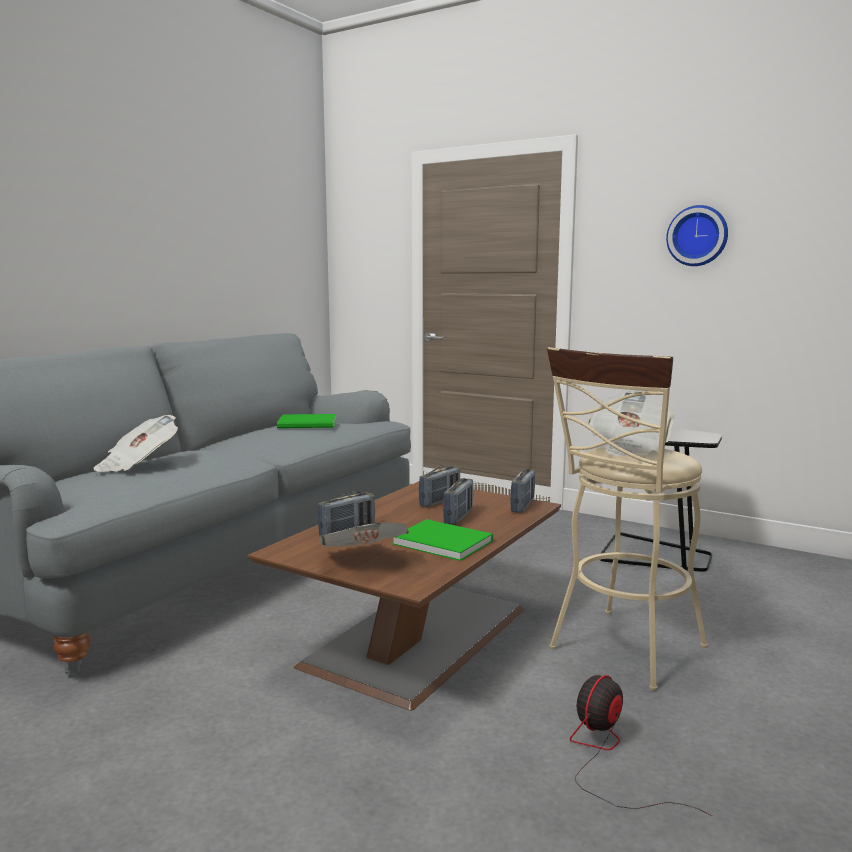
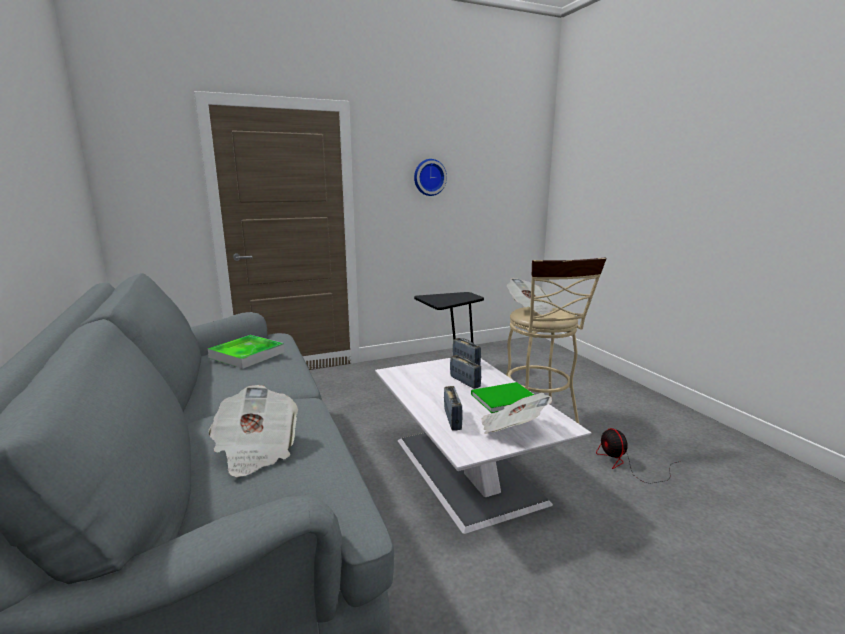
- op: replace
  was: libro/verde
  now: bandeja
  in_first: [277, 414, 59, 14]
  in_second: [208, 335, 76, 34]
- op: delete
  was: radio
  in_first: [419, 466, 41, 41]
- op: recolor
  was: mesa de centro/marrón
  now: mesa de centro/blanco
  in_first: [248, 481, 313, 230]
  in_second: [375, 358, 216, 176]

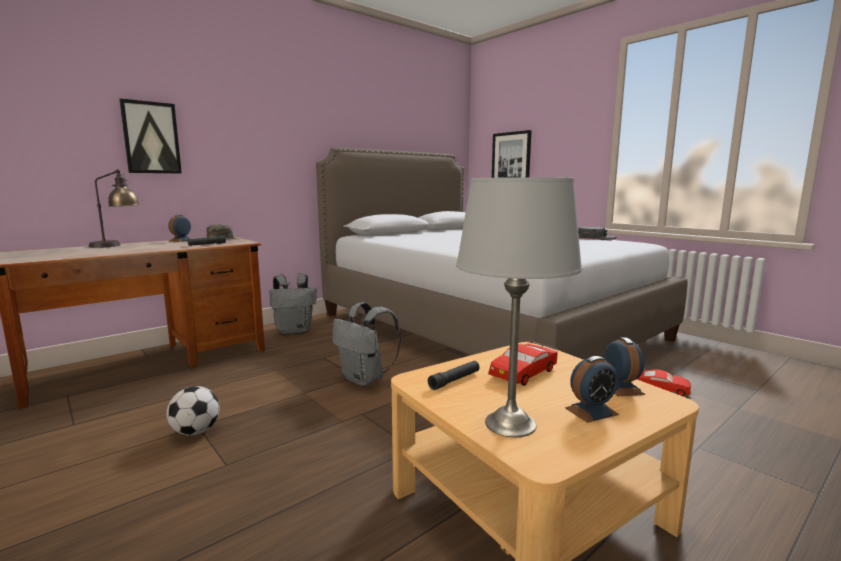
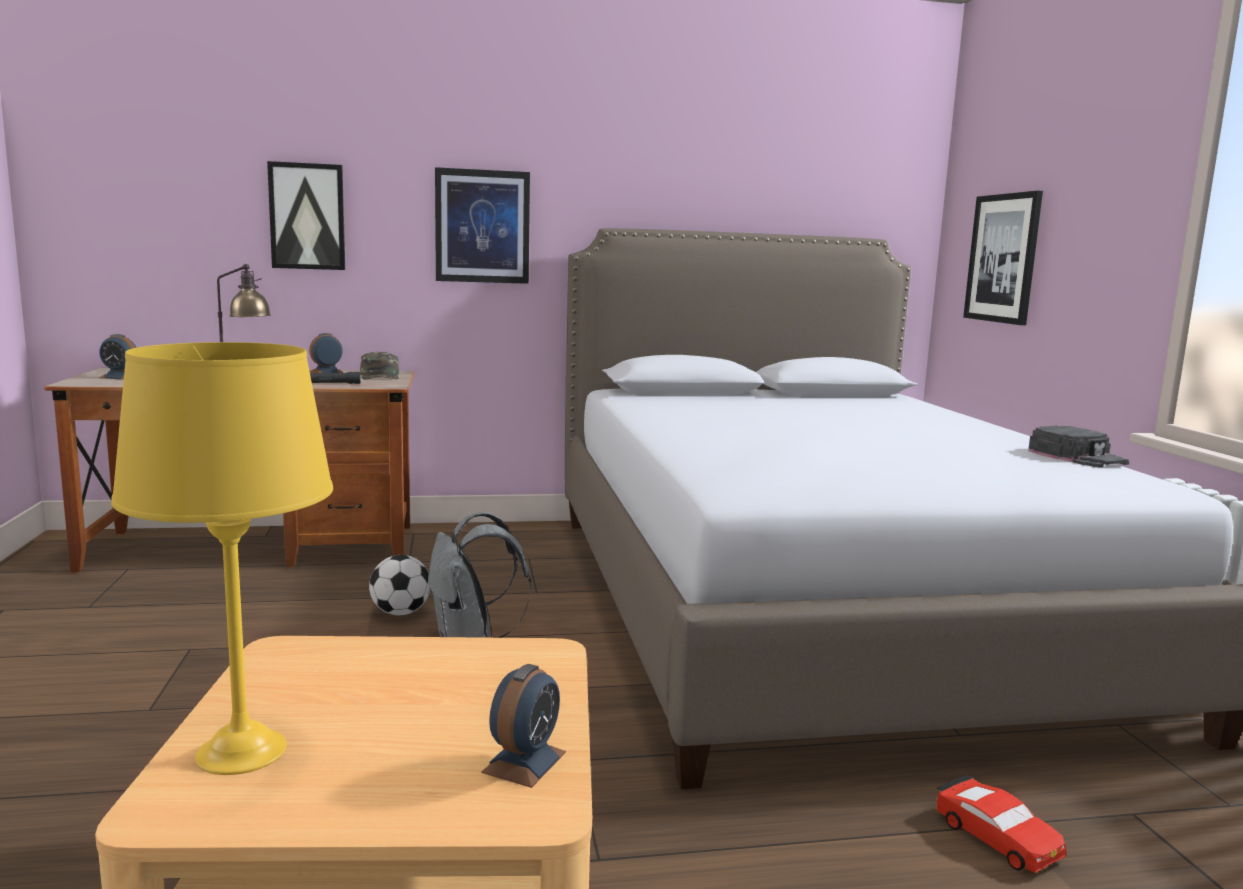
- op: recolor
  was: lámpara de mesa/gris
  now: lámpara de mesa/amarillo
  in_first: [456, 177, 126, 260]
  in_second: [111, 342, 222, 433]
- op: delete
  was: mochila/gris
  in_first: [269, 273, 48, 61]
- op: delete
  was: coche de juguete/rojo
  in_first: [488, 342, 70, 44]
- op: move
  was: despertador
  in_first: [565, 356, 54, 67]
  in_second: [99, 334, 37, 46]
- op: delete
  was: linterna/negro
  in_first: [428, 361, 52, 29]
- op: move
  was: balón de fútbol
  in_first: [167, 386, 52, 49]
  in_second: [369, 555, 61, 60]
- op: insert
  now: cuadro
  in_second: [435, 167, 95, 117]

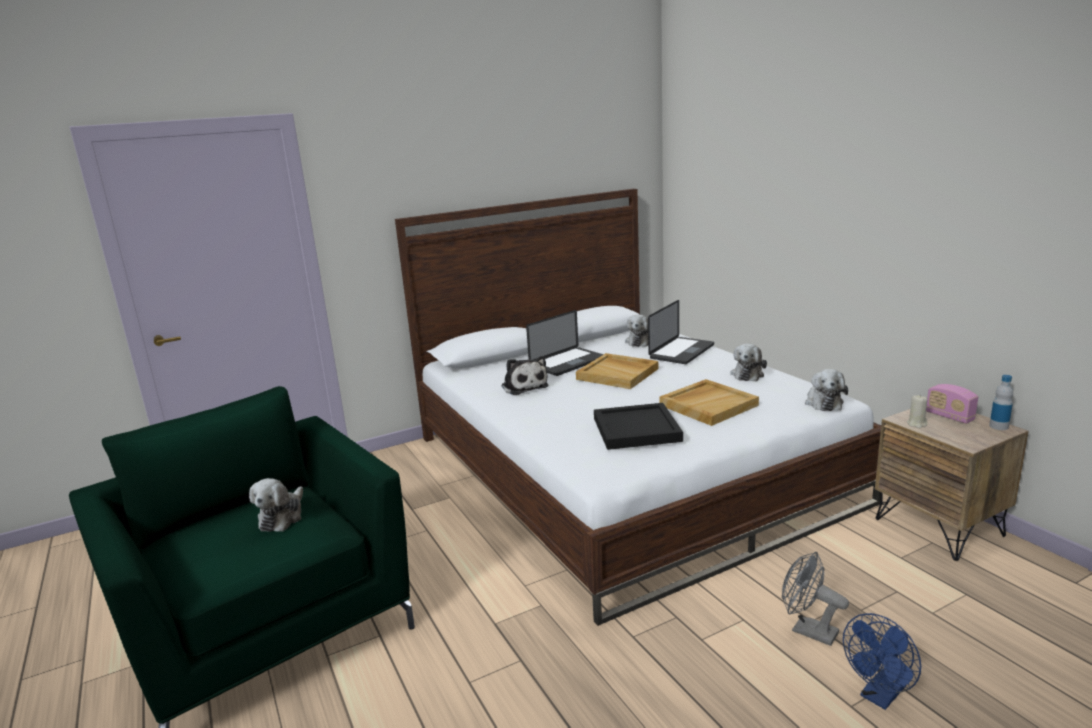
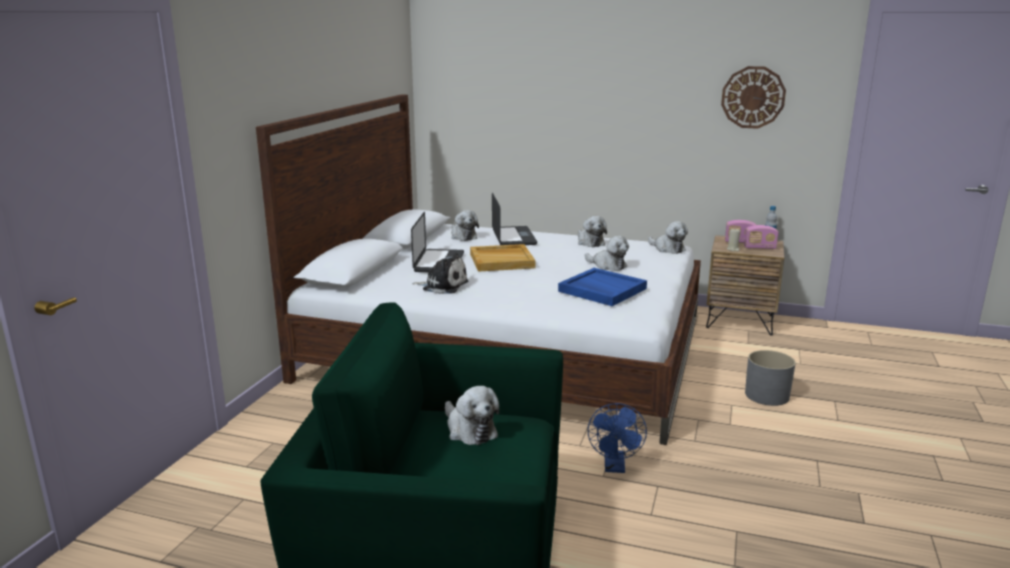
- op: replace
  was: bandeja/beis
  now: peluche
  in_first: [660, 379, 99, 47]
  in_second: [585, 236, 44, 35]
- op: recolor
  was: bandeja/negro
  now: bandeja/azul
  in_first: [594, 403, 89, 47]
  in_second: [558, 268, 89, 38]
- op: replace
  was: ventilador/gris
  now: maceta/gris
  in_first: [782, 552, 67, 94]
  in_second: [745, 350, 51, 56]
- op: move
  was: ventilador/azul
  in_first: [843, 613, 78, 97]
  in_second: [588, 403, 59, 70]
- op: insert
  now: reloj de pared
  in_second: [721, 66, 65, 63]
- op: insert
  now: radio
  in_second: [744, 225, 34, 24]

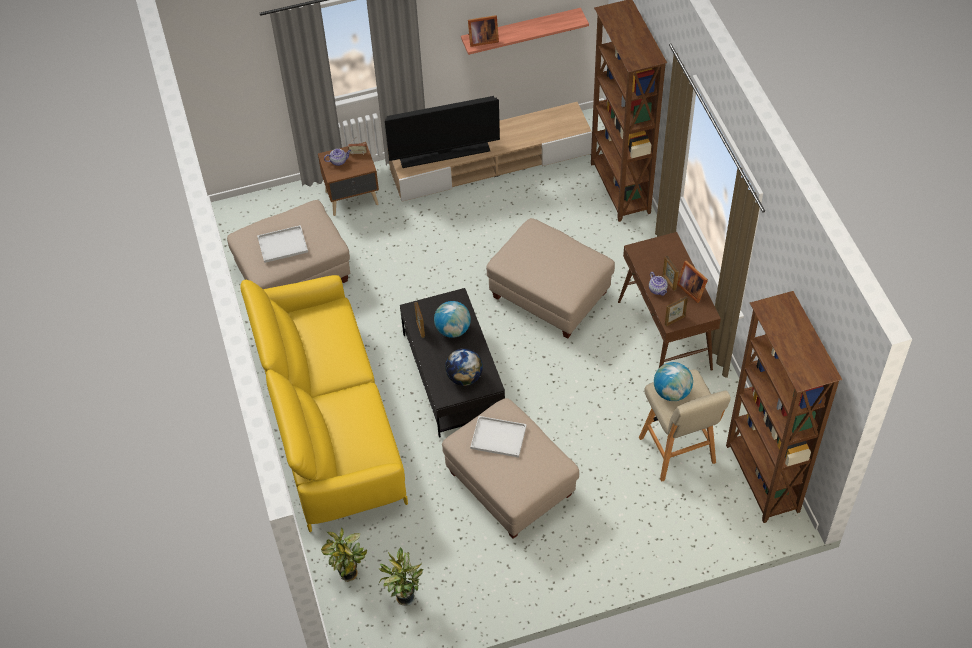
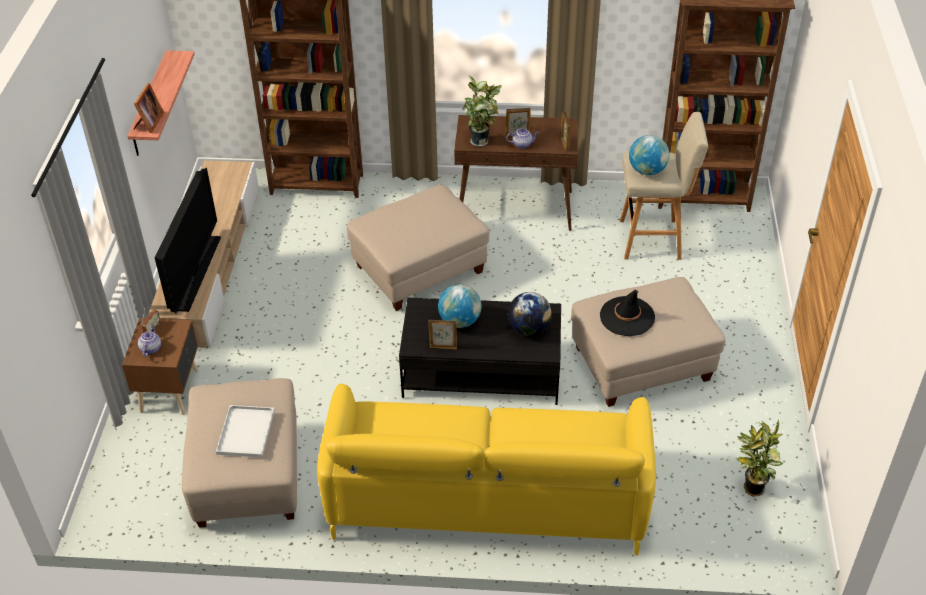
- op: delete
  was: portarretratos
  in_first: [677, 261, 31, 42]
- op: replace
  was: bandeja/blanco
  now: sombrero/negro
  in_first: [470, 416, 57, 42]
  in_second: [600, 290, 55, 46]
- op: move
  was: planta en maceta
  in_first: [321, 527, 46, 55]
  in_second: [463, 76, 39, 71]

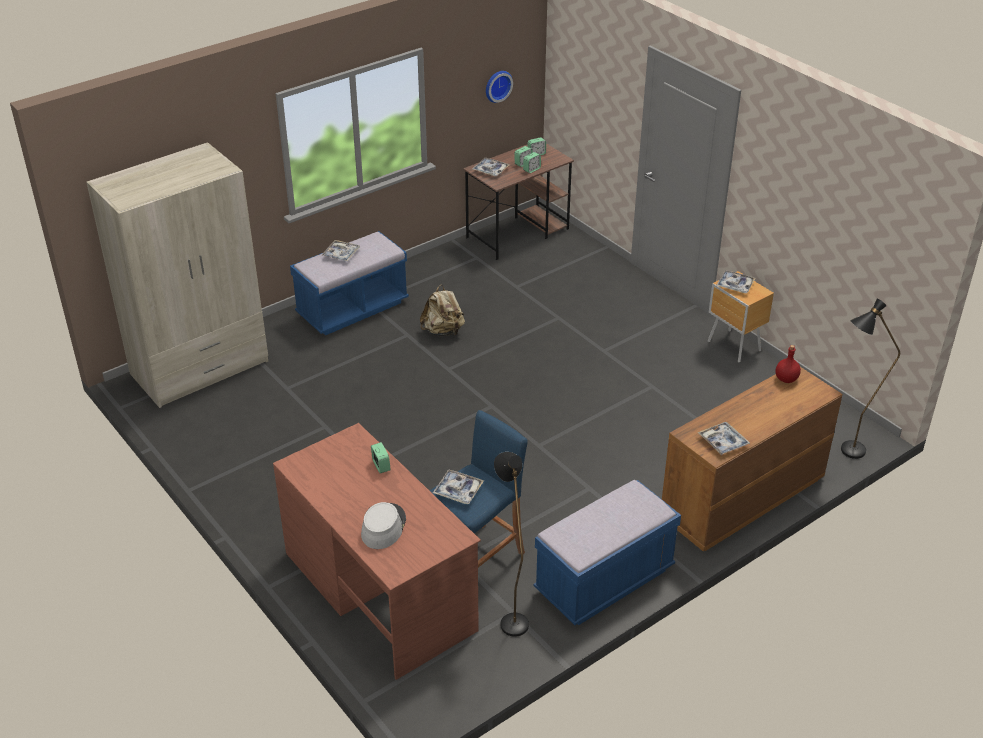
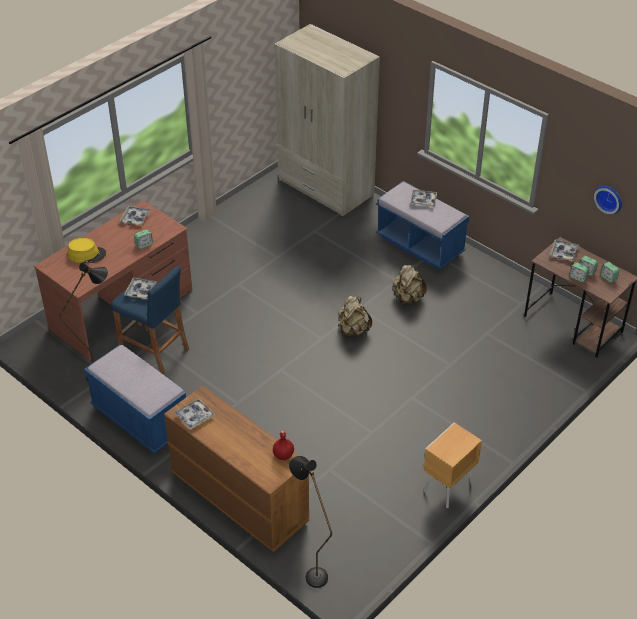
- op: move
  was: bandeja
  in_first: [716, 270, 39, 23]
  in_second: [119, 206, 32, 20]
- op: recolor
  was: sombrero/gris
  now: sombrero/amarillo
  in_first: [361, 502, 45, 47]
  in_second: [68, 238, 38, 25]
- op: insert
  now: mochila/beis
  in_second: [338, 296, 34, 40]

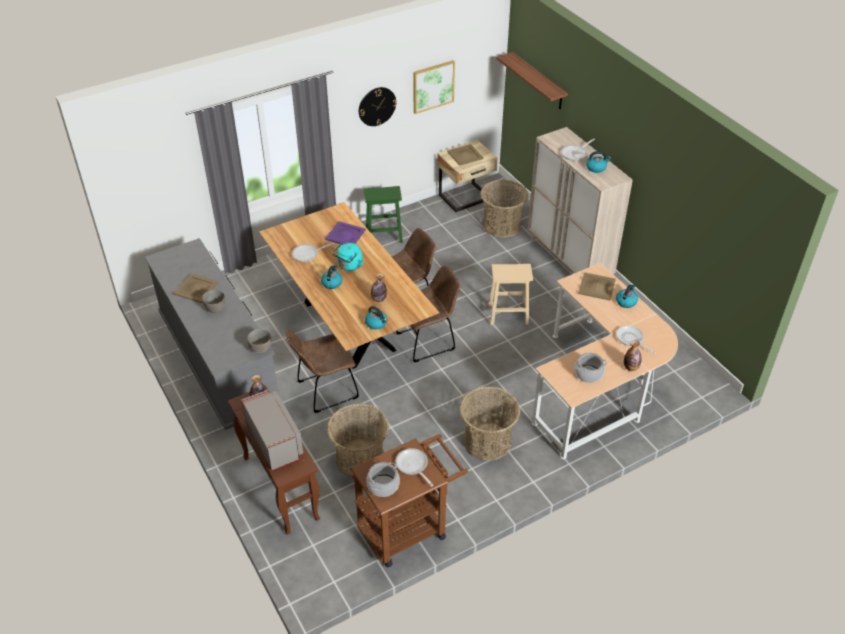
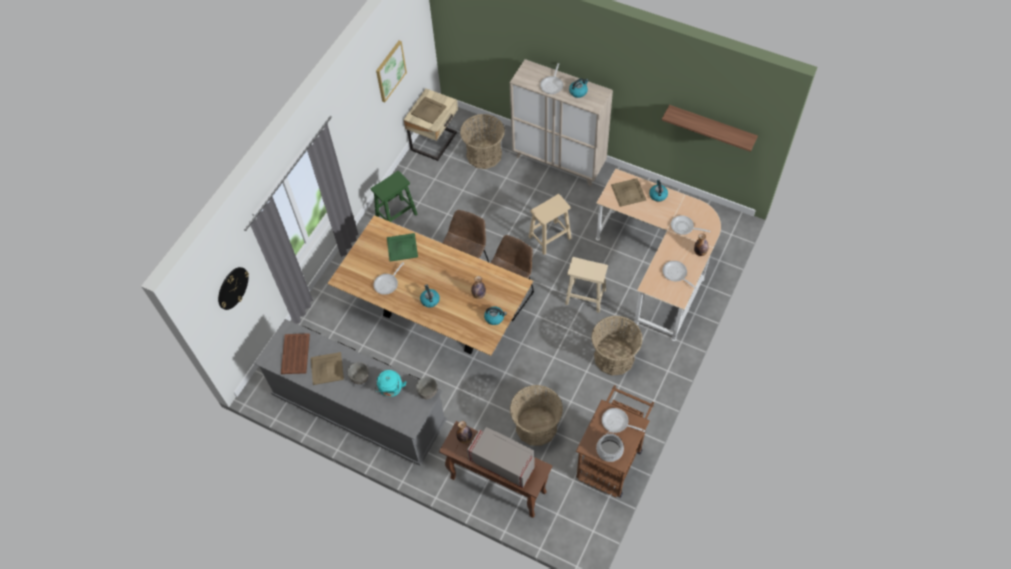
- op: move
  was: estante
  in_first: [497, 52, 71, 57]
  in_second: [662, 105, 96, 47]
- op: move
  was: reloj de pared
  in_first: [359, 87, 38, 39]
  in_second: [218, 267, 31, 43]
- op: recolor
  was: bandeja/morado
  now: bandeja/verde
  in_first: [325, 221, 41, 24]
  in_second: [387, 233, 31, 29]
- op: move
  was: hervidor/turquesa
  in_first: [332, 243, 31, 28]
  in_second: [375, 370, 31, 27]
- op: delete
  was: silla/marrón
  in_first: [286, 329, 73, 84]
- op: replace
  was: olla
  now: sartén
  in_first: [574, 353, 33, 30]
  in_second: [662, 261, 34, 28]
- op: insert
  now: taburete/beis
  in_second: [565, 257, 43, 56]
- op: insert
  now: bandeja/marrón
  in_second: [281, 333, 29, 41]

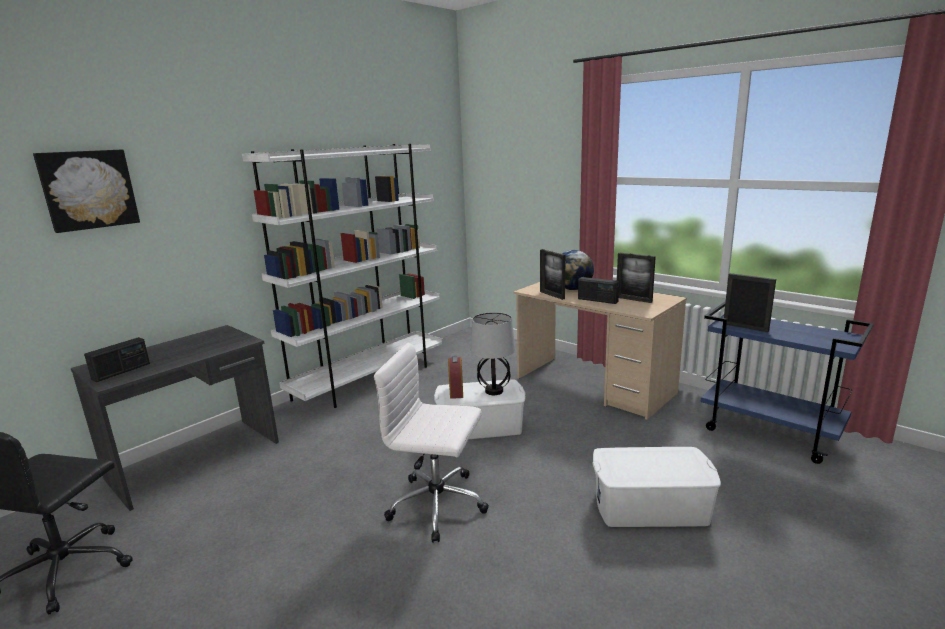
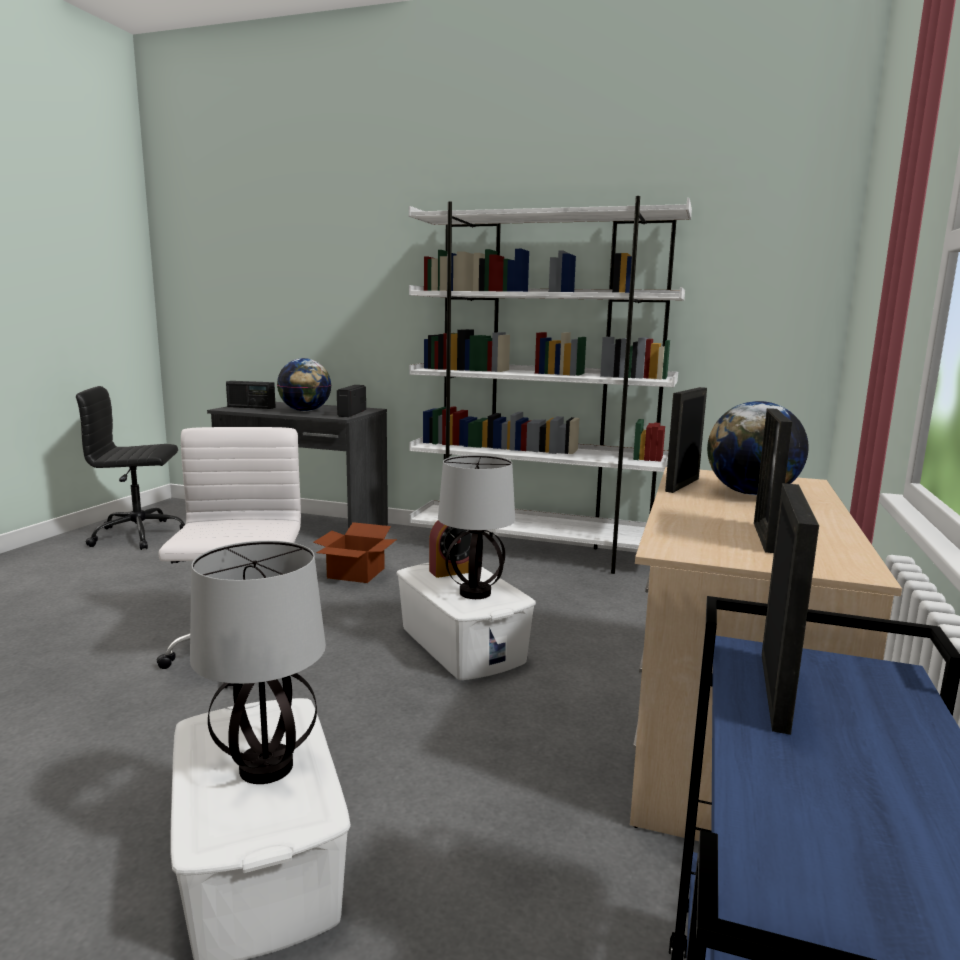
- op: delete
  was: cuadro
  in_first: [33, 149, 107, 84]
- op: move
  was: radio
  in_first: [578, 277, 41, 27]
  in_second: [337, 385, 29, 32]
- op: insert
  now: globo terráqueo
  in_second: [277, 358, 55, 53]
- op: insert
  now: caja de cartón
  in_second: [313, 522, 84, 61]
- op: insert
  now: lámpara de mesa
  in_second: [190, 541, 136, 243]

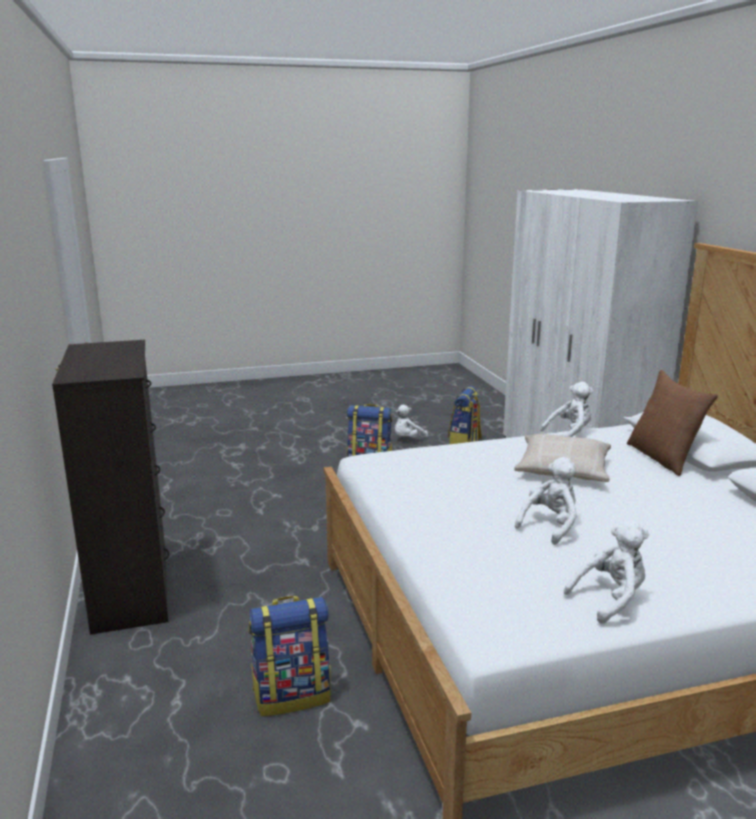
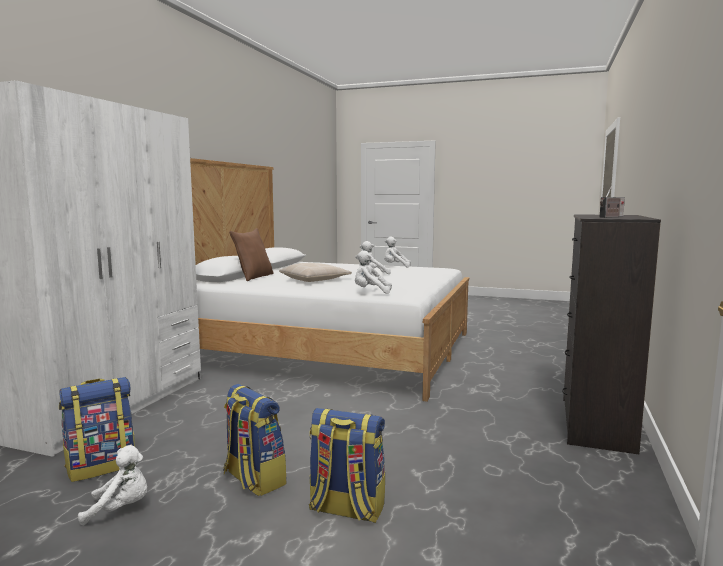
- op: move
  was: peluche/blanco
  in_first: [540, 382, 53, 55]
  in_second: [355, 250, 37, 44]
- op: move
  was: mochila
  in_first: [249, 596, 82, 120]
  in_second: [309, 408, 76, 115]
- op: insert
  now: radio
  in_second: [600, 186, 25, 32]

